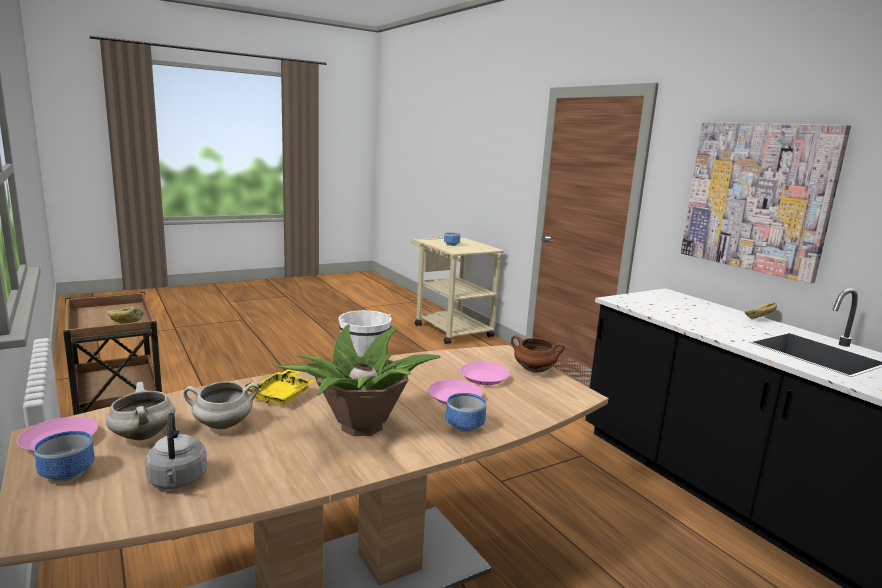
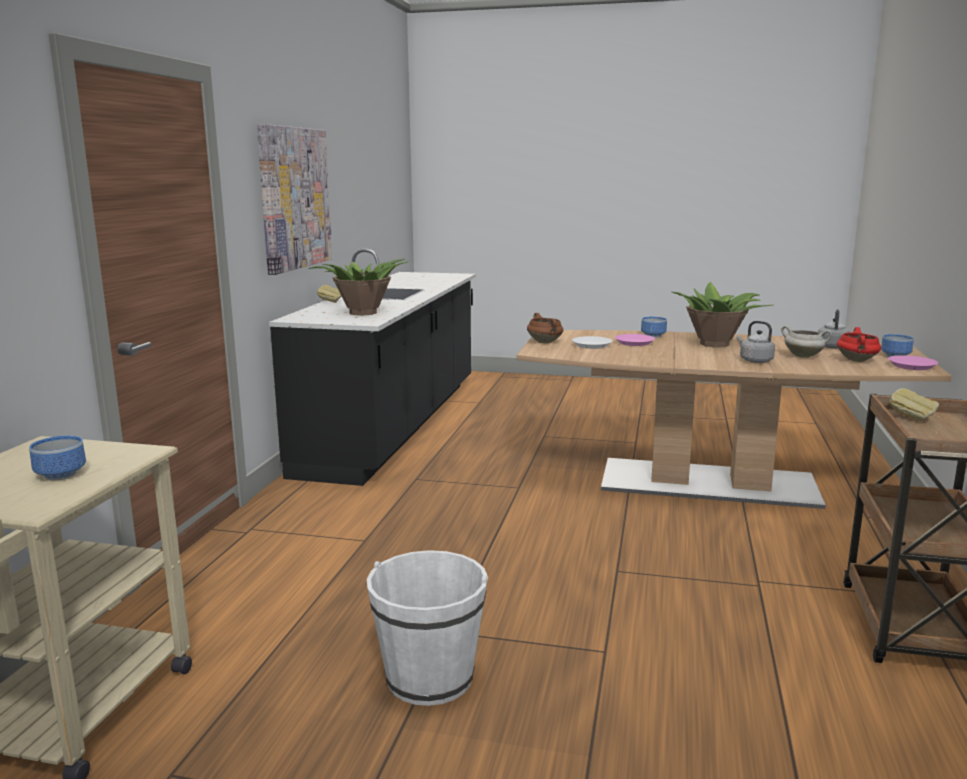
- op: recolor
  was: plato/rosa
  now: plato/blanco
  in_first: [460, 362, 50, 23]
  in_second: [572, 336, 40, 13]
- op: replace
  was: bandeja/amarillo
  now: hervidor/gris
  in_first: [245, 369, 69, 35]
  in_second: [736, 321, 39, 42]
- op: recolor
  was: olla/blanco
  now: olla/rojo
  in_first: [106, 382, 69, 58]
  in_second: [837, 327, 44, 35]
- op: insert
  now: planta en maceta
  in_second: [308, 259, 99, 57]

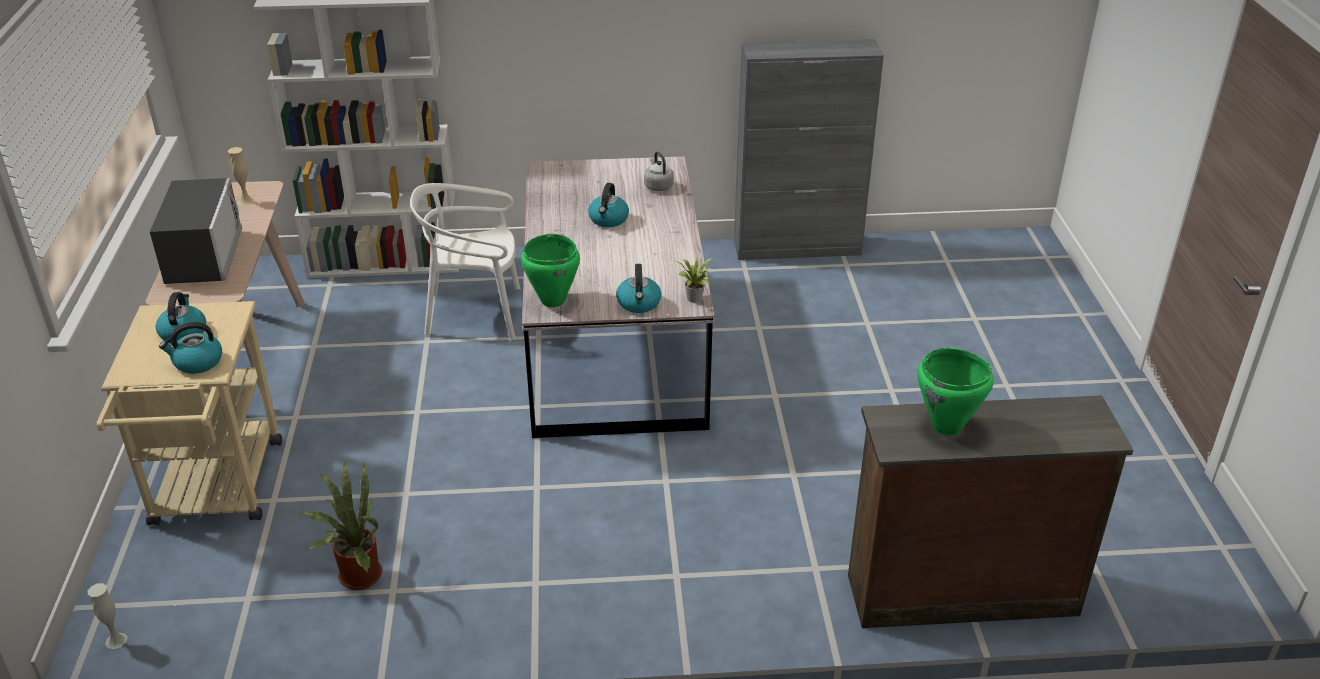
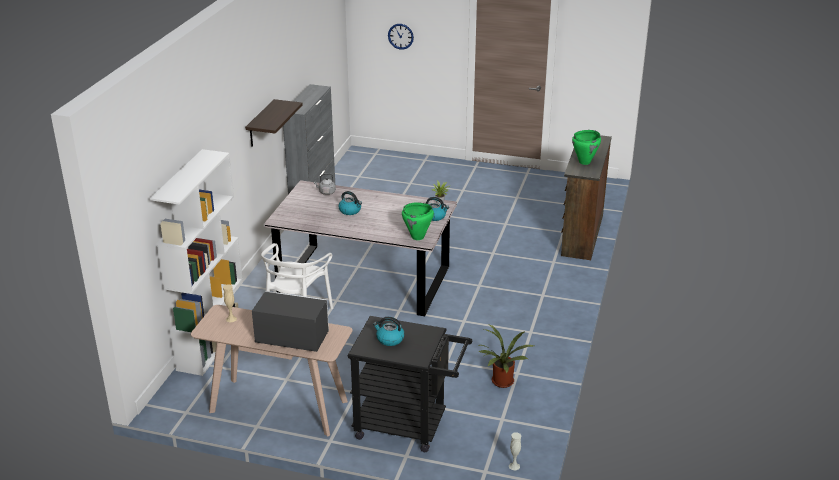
- op: recolor
  was: carrito/beis
  now: carrito/negro
  in_first: [97, 301, 185, 224]
  in_second: [348, 316, 124, 136]
- op: delete
  was: hervidor
  in_first: [159, 322, 63, 52]
- op: insert
  now: reloj de pared
  in_second: [388, 24, 26, 26]
- op: insert
  now: estante
  in_second: [245, 99, 58, 48]

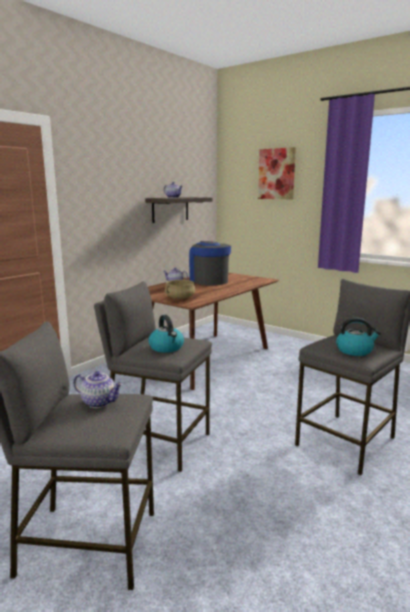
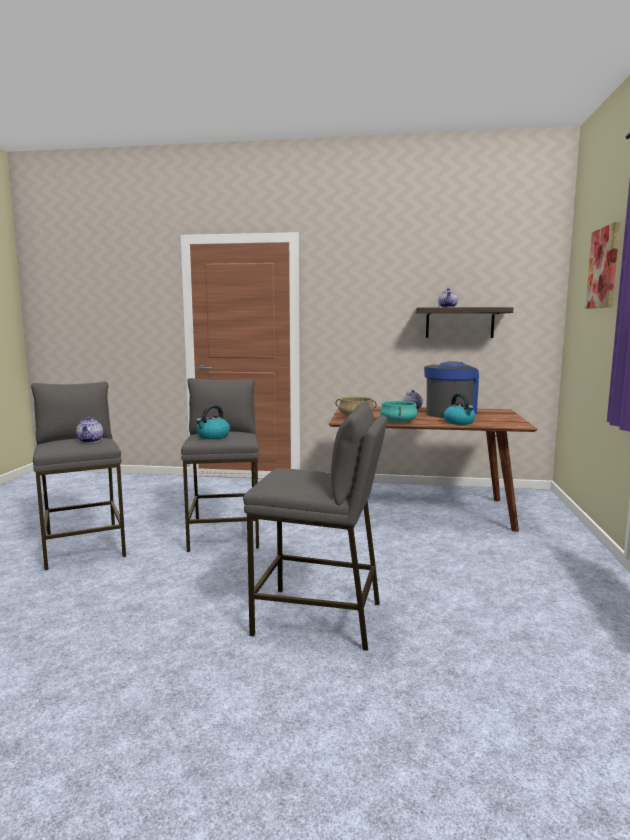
- op: move
  was: hervidor
  in_first: [336, 318, 45, 38]
  in_second: [444, 393, 32, 32]
- op: insert
  now: olla/turquesa
  in_second: [380, 401, 38, 22]

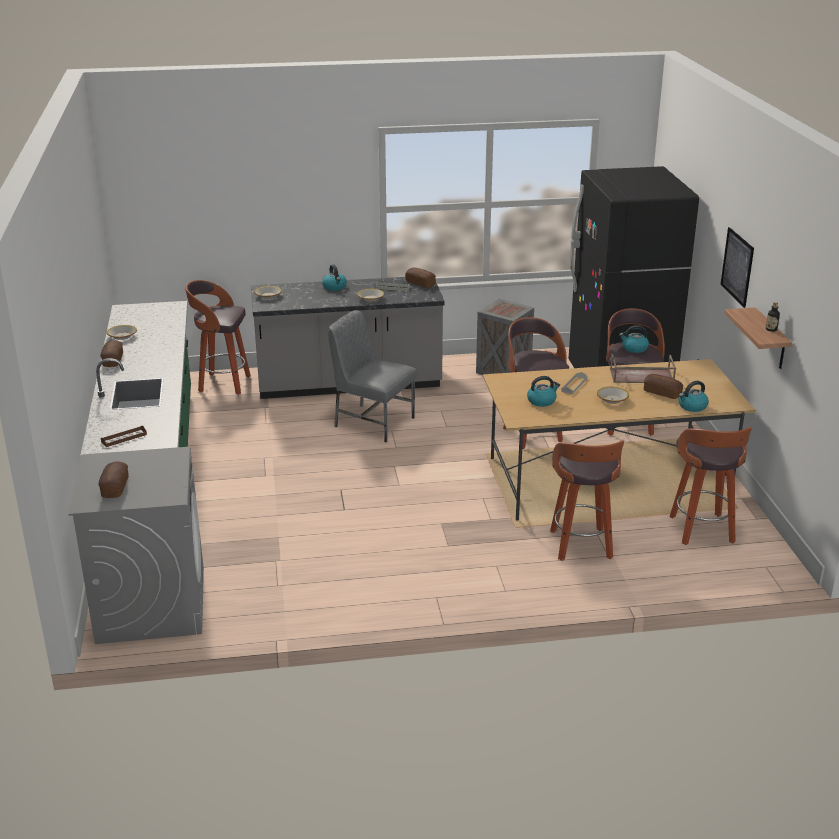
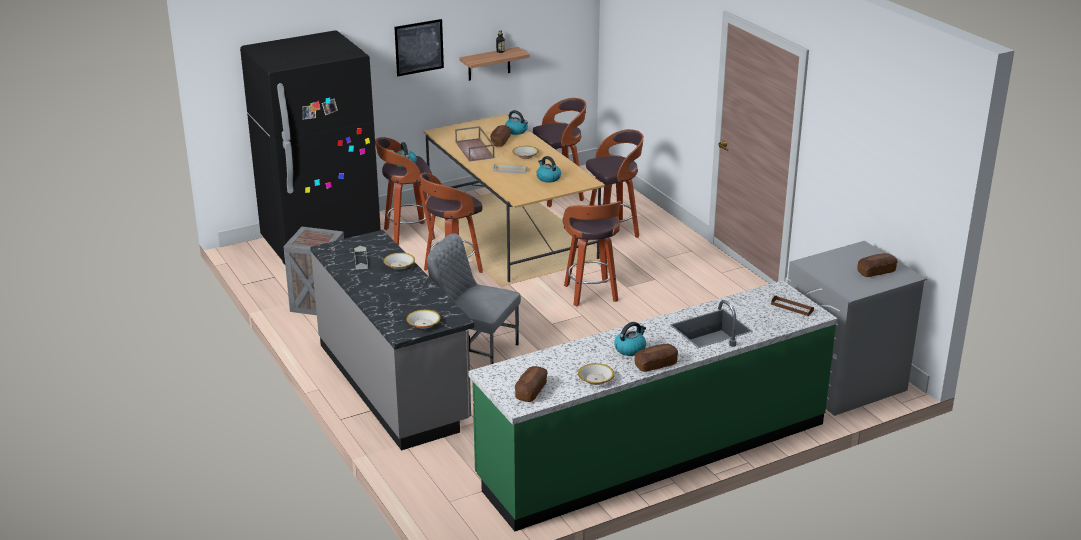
- op: move
  was: hervidor
  in_first: [322, 264, 25, 27]
  in_second: [614, 322, 32, 34]
- op: move
  was: pan
  in_first: [405, 268, 31, 20]
  in_second: [515, 366, 33, 36]
- op: move
  was: taburete
  in_first: [185, 280, 66, 115]
  in_second: [563, 201, 58, 105]
- op: rotate
  was: silla/gris
  in_first: [328, 310, 89, 133]
  in_second: [427, 234, 94, 131]
  clockwise: 105

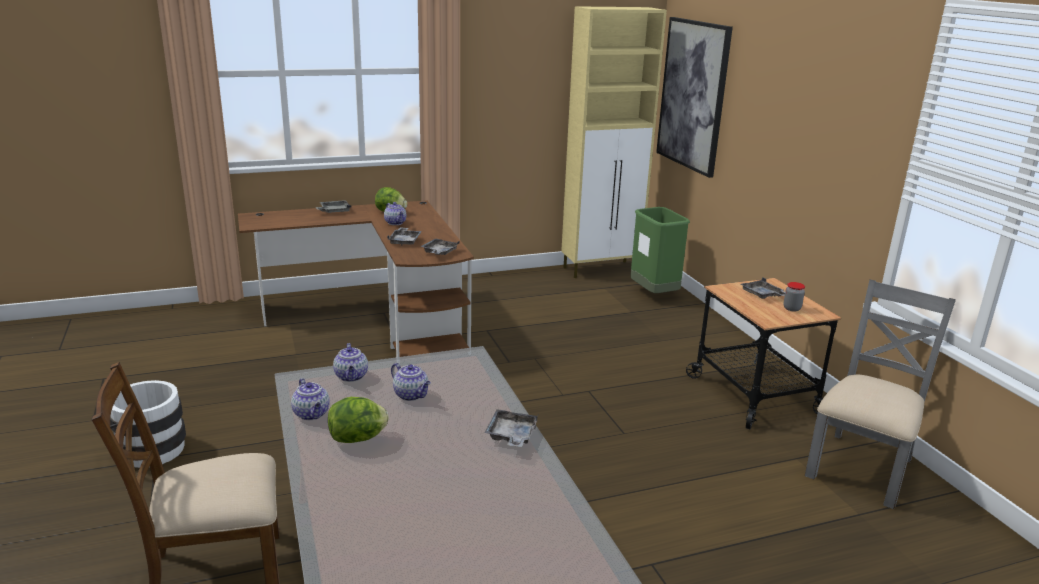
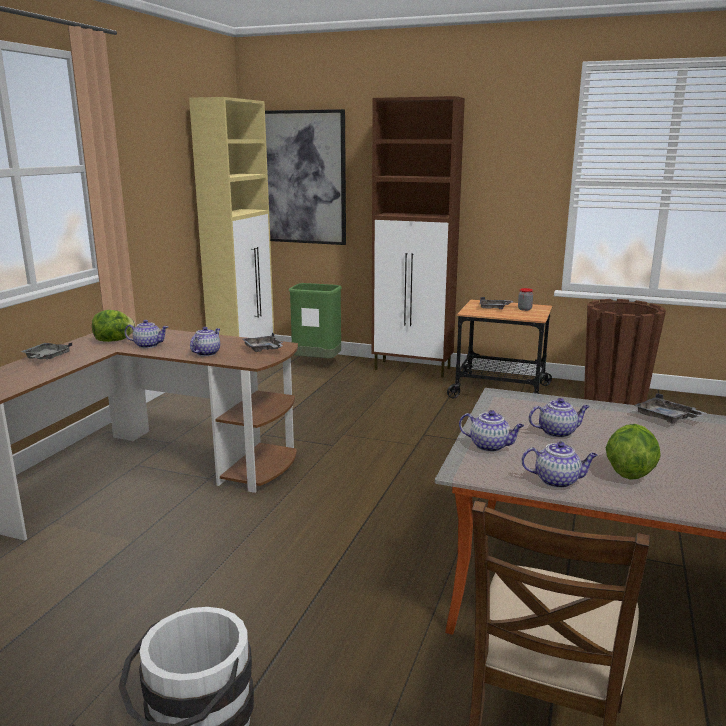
- op: replace
  was: bandeja/gris
  now: tetera
  in_first: [387, 227, 35, 18]
  in_second: [190, 327, 30, 29]
- op: replace
  was: silla/gris
  now: maceta/marrón
  in_first: [805, 279, 151, 230]
  in_second: [584, 299, 82, 106]
- op: insert
  now: armario/marrón
  in_second: [372, 96, 93, 282]

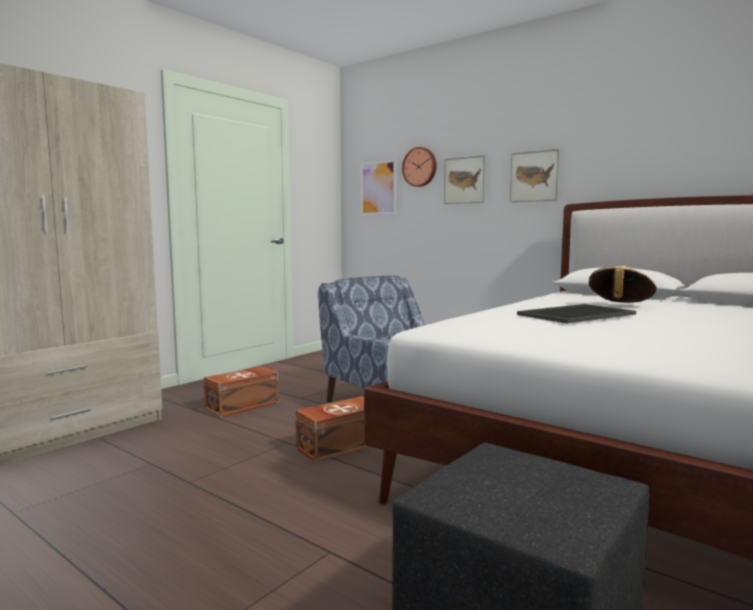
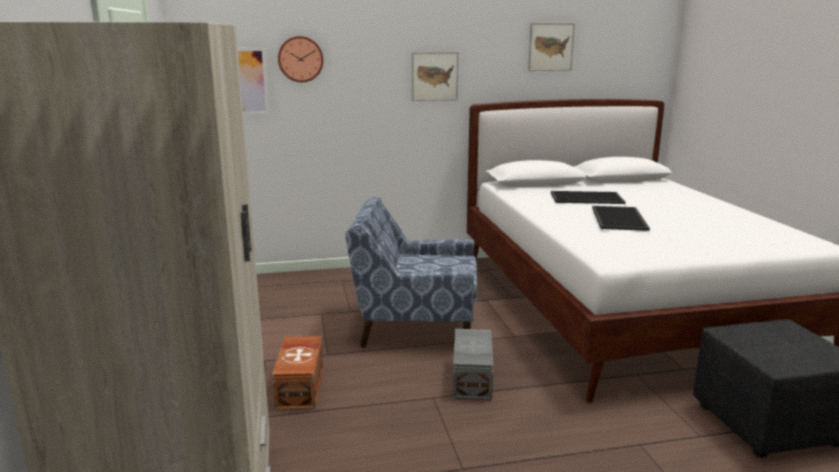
- op: move
  was: cuadro
  in_first: [444, 155, 42, 49]
  in_second: [528, 23, 47, 48]
- op: replace
  was: sombrero/beis
  now: bandeja
  in_first: [589, 266, 68, 37]
  in_second: [551, 191, 74, 13]
- op: recolor
  was: caja de almacenaje/marrón
  now: caja de almacenaje/gris
  in_first: [295, 396, 75, 67]
  in_second: [453, 329, 41, 72]

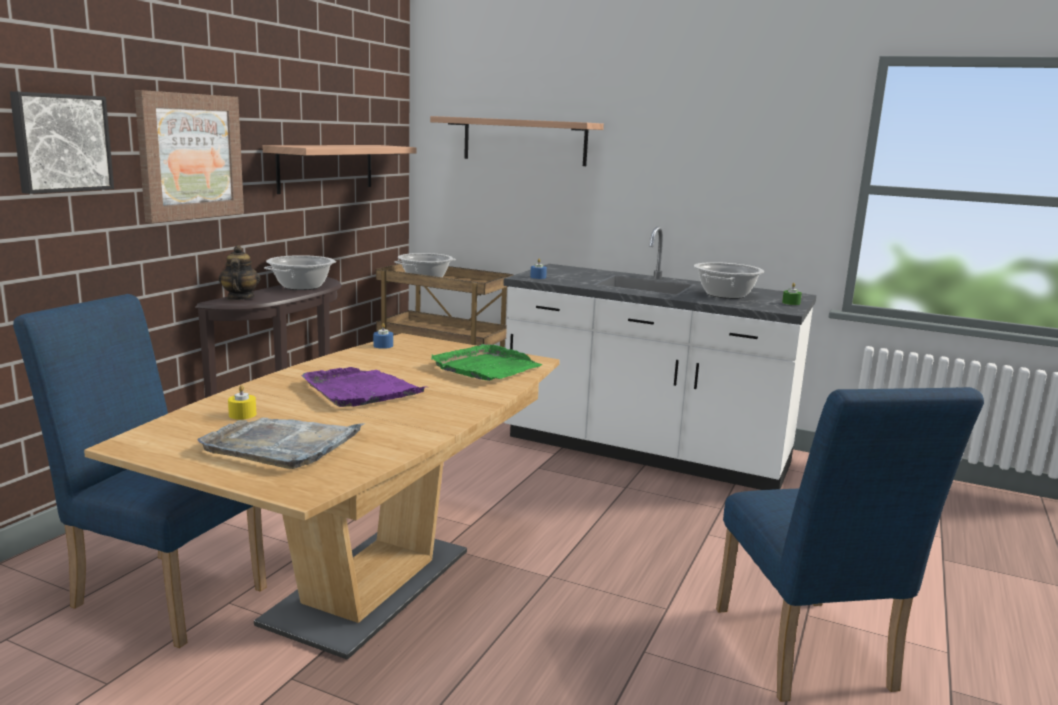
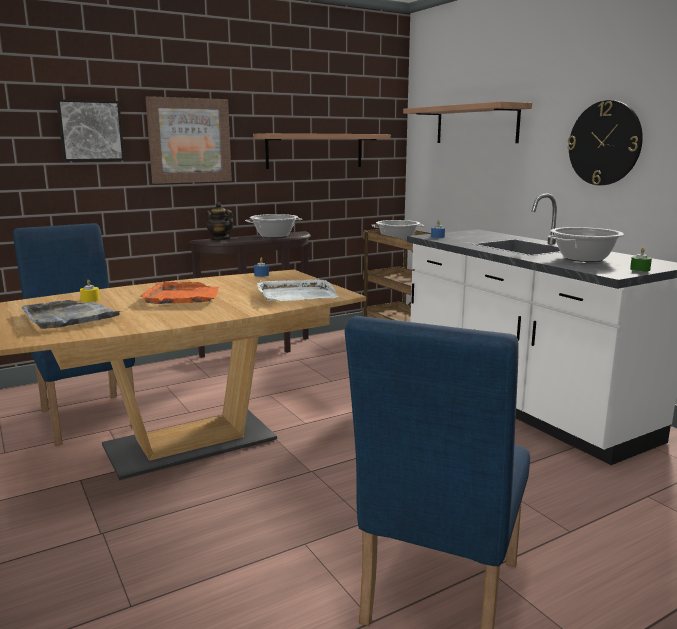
- op: rotate
  was: tetera
  in_first: [219, 245, 42, 55]
  in_second: [206, 202, 28, 39]
  clockwise: -75
- op: recolor
  was: bandeja/verde
  now: bandeja/blanco
  in_first: [431, 344, 112, 37]
  in_second: [257, 279, 82, 22]
- op: recolor
  was: bandeja/morado
  now: bandeja/naranja
  in_first: [302, 367, 123, 40]
  in_second: [140, 282, 79, 22]
- op: insert
  now: reloj de pared
  in_second: [567, 100, 76, 85]

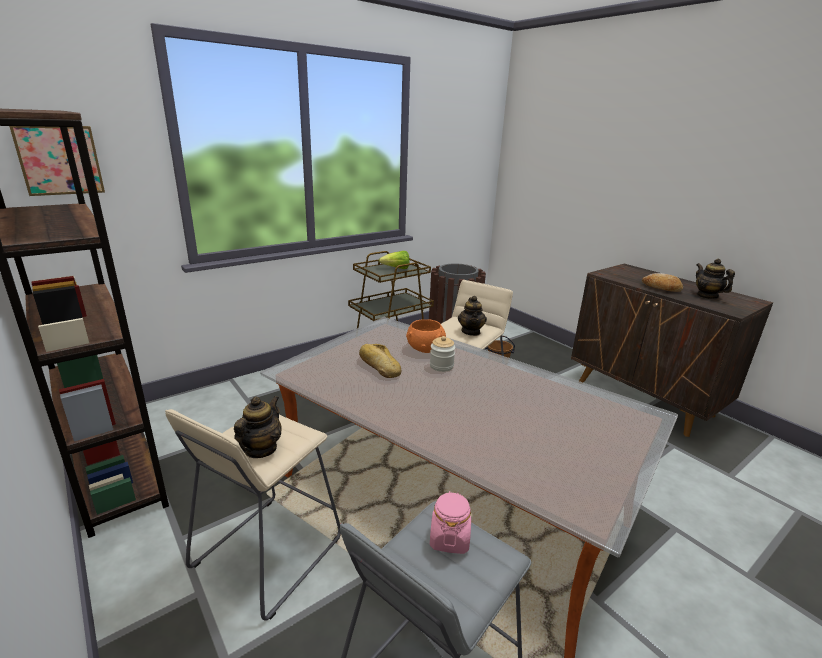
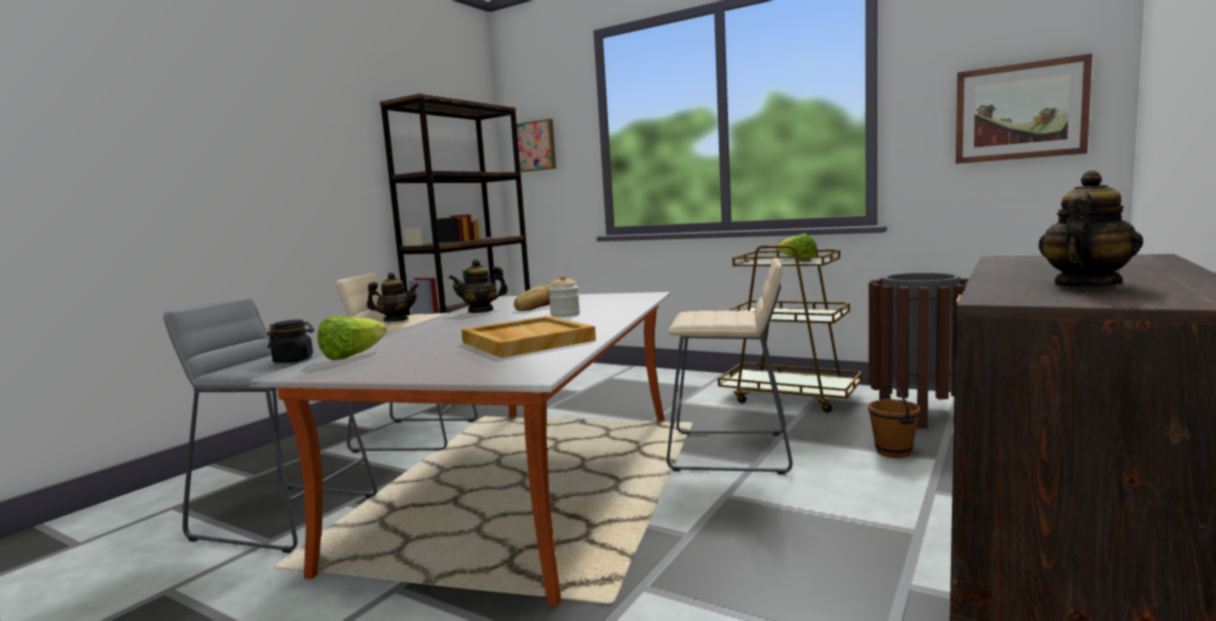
- op: delete
  was: pan
  in_first: [642, 273, 41, 19]
- op: move
  was: tetera
  in_first: [458, 296, 29, 40]
  in_second: [449, 259, 59, 54]
- op: delete
  was: cuenco/naranja
  in_first: [406, 319, 40, 34]
- op: recolor
  was: tarro/rosa
  now: tarro/negro
  in_first: [430, 491, 41, 63]
  in_second: [267, 320, 47, 43]
- op: insert
  now: cuadro
  in_second: [956, 53, 136, 111]
- op: insert
  now: lechuga
  in_second: [318, 316, 69, 44]
- op: insert
  now: bandeja/beis
  in_second: [461, 316, 135, 42]

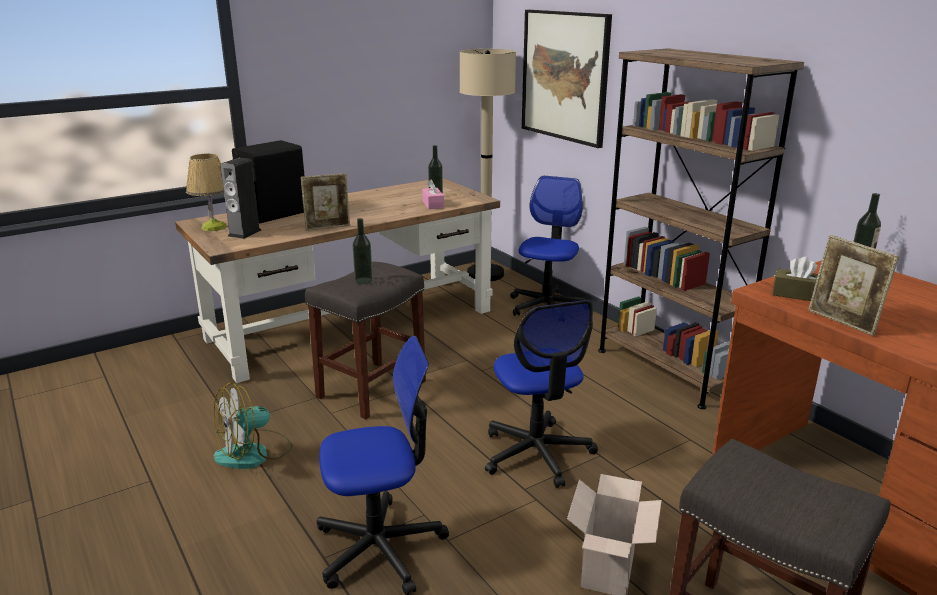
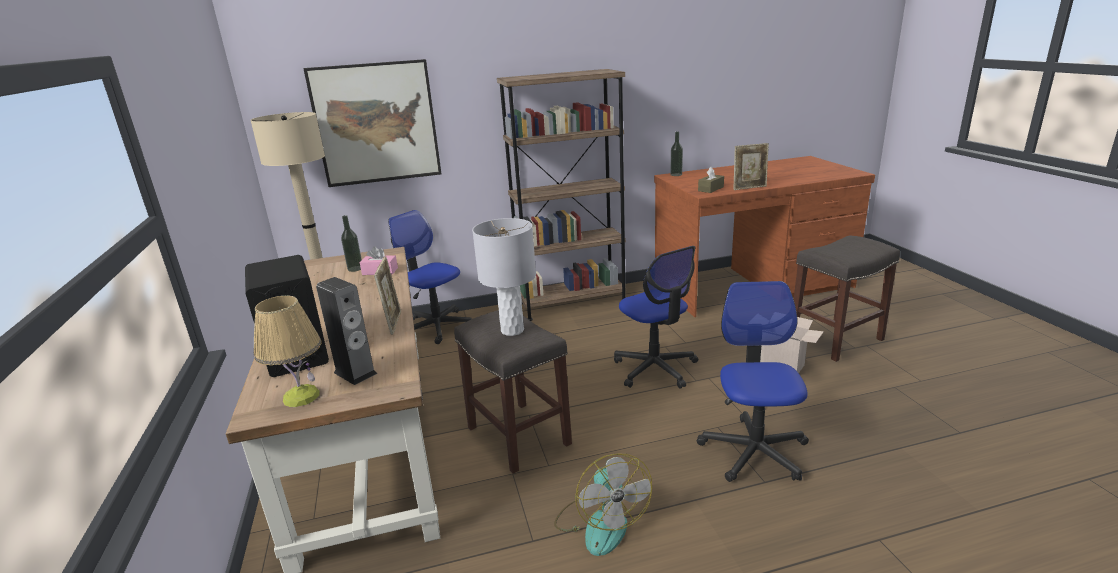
- op: replace
  was: botella
  now: lámpara de mesa/gris
  in_first: [353, 218, 20, 66]
  in_second: [472, 218, 64, 118]
- op: rotate
  was: silla de oficina
  in_first: [485, 300, 113, 188]
  in_second: [614, 246, 84, 142]
  clockwise: 60

